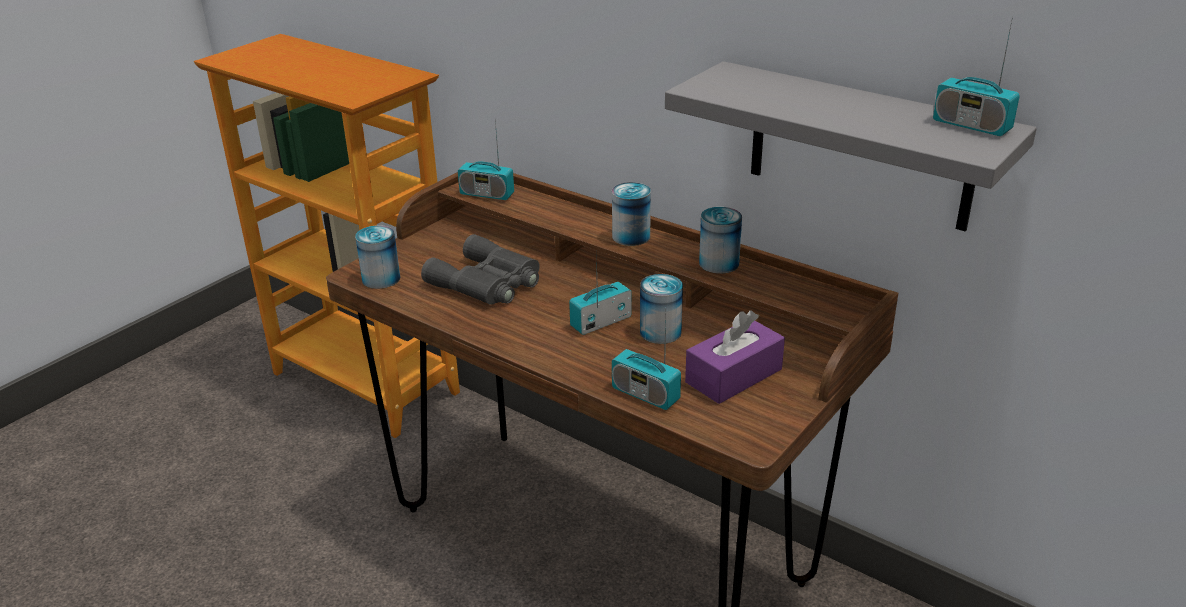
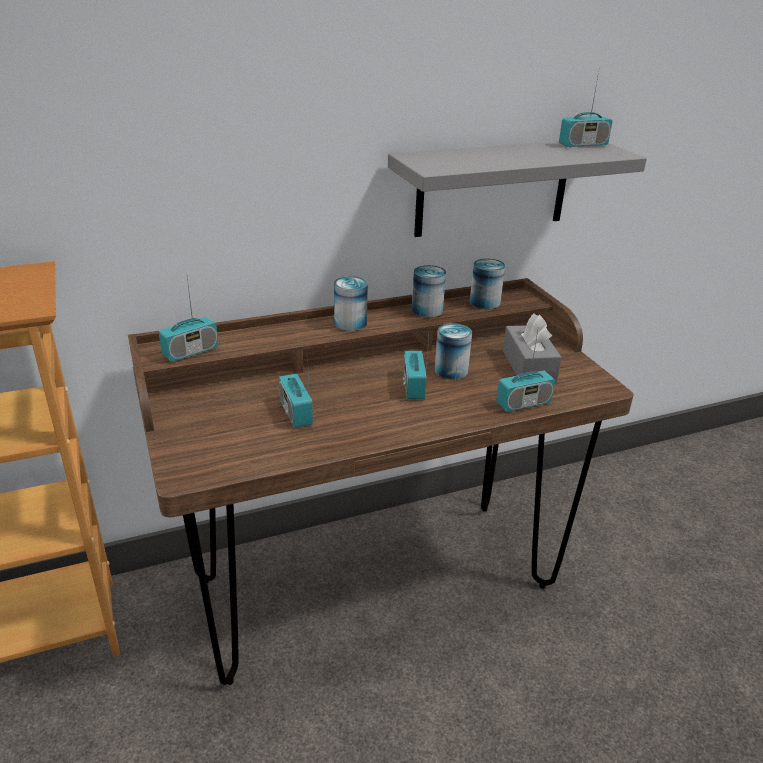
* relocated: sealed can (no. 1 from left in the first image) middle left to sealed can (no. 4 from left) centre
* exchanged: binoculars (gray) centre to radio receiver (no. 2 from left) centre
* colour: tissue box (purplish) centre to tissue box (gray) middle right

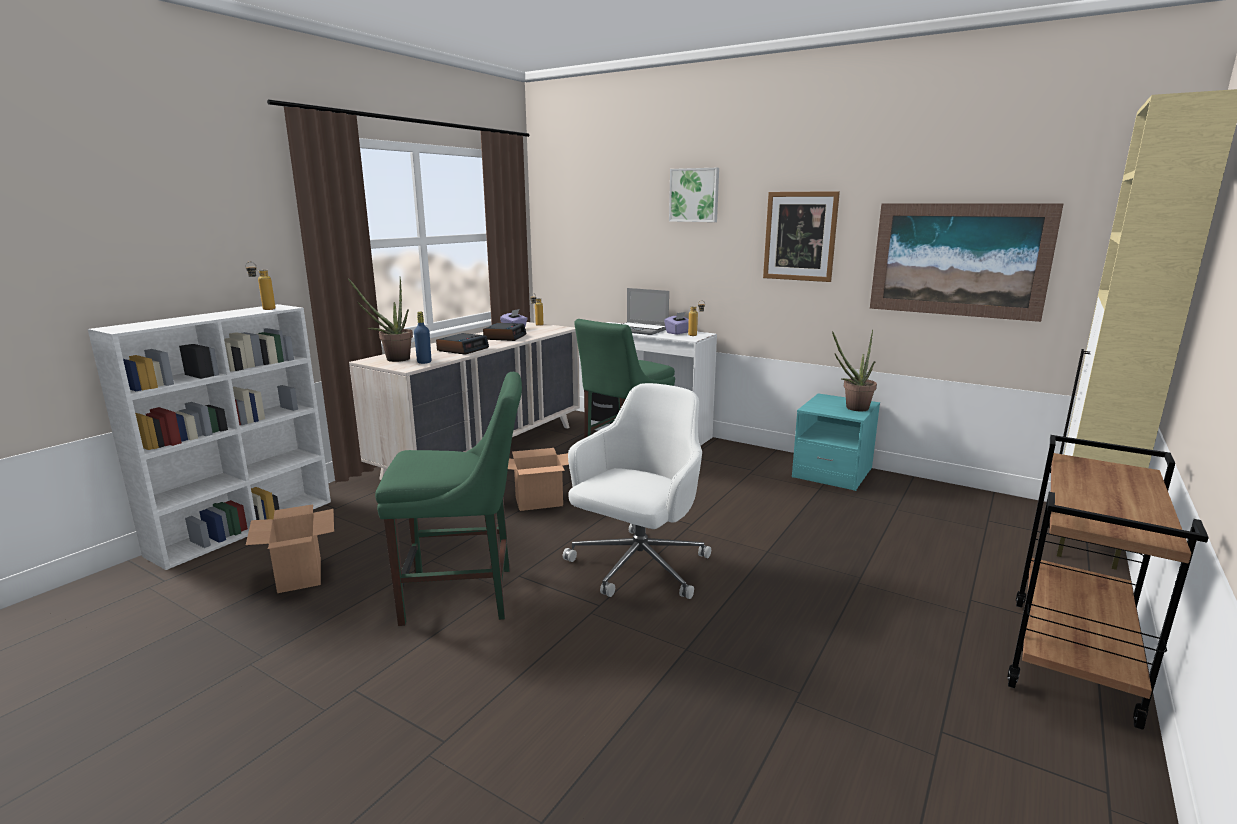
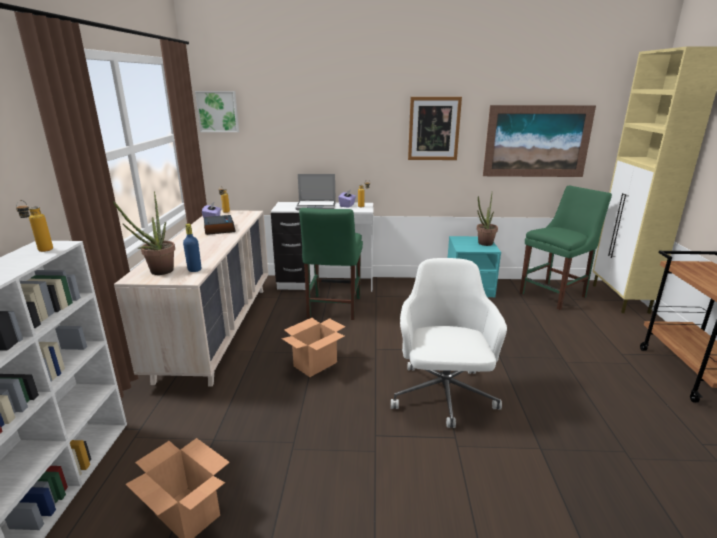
* relocated: wall picture (no. 1 from left) top centre to top left
* missing: table clock (no. 1 from left) centre
* relocated: plain chair (green) (no. 1 from left in the first image) centre to plain chair (green) (no. 2 from left) middle right

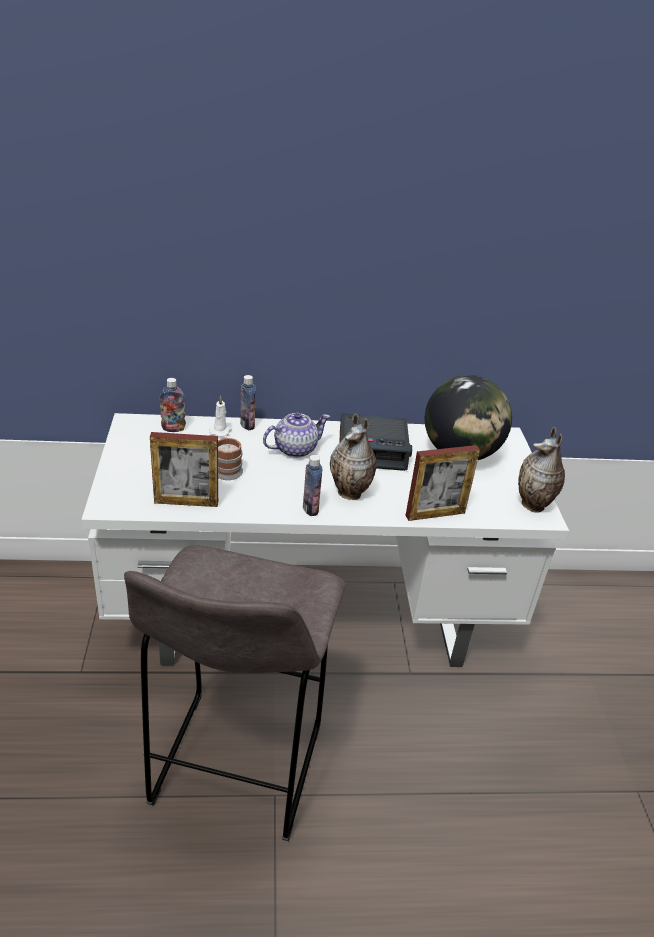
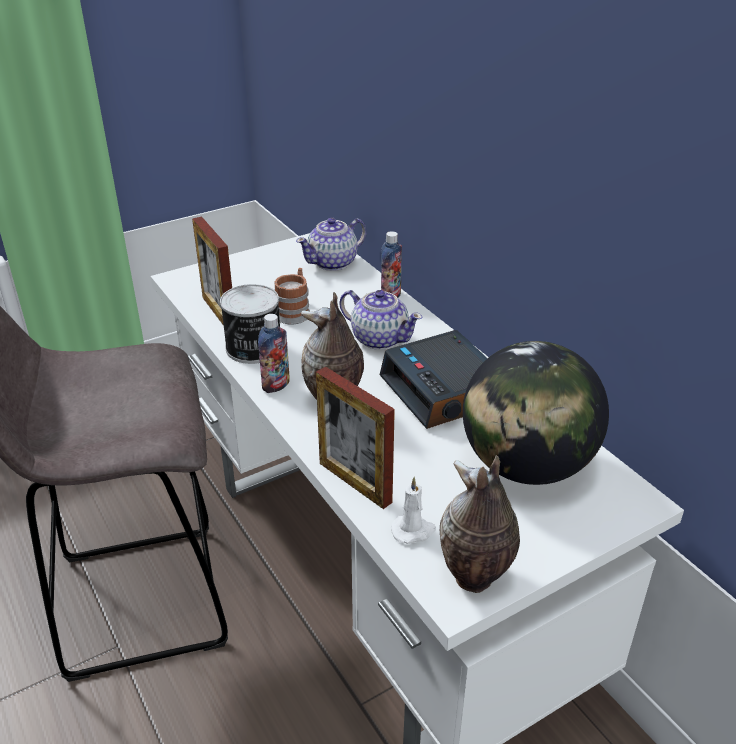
* exchanged: bottle (no. 1 from left) middle left to tea pot (no. 1 from left) top centre
* relocated: wax candle (white-coloured) centre to bottom centre
* appeared: sealed can centre

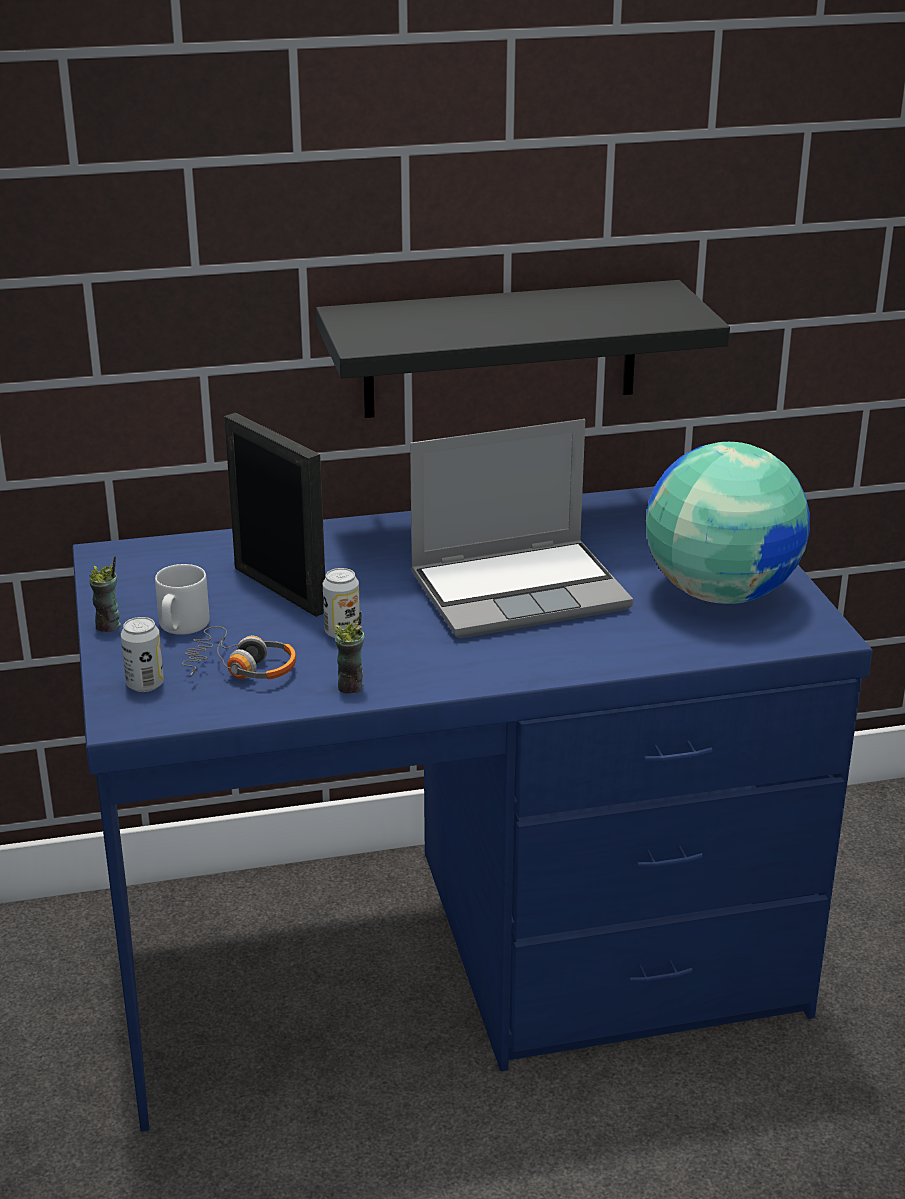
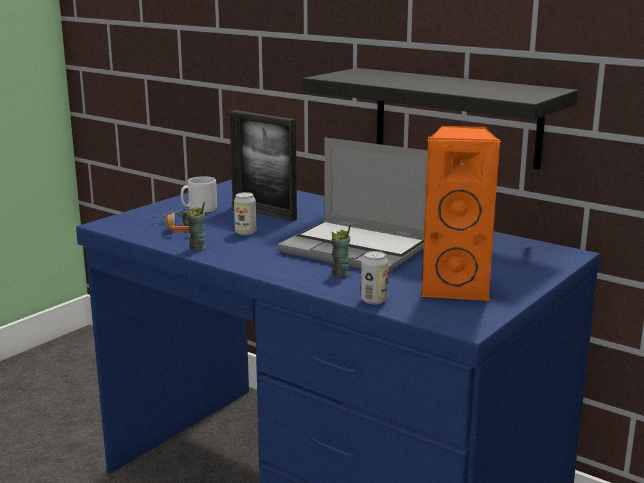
* spun: standing frame middle left = centre 120 degrees clockwise
* exchanged: globe middle right to loudspeaker (orange) middle right
* relocated: small cup (no. 1 from left in the first image) middle left to small cup (no. 2 from left) centre
* relocated: sealed can (no. 1 from left in the first image) middle left to sealed can (no. 2 from left) centre

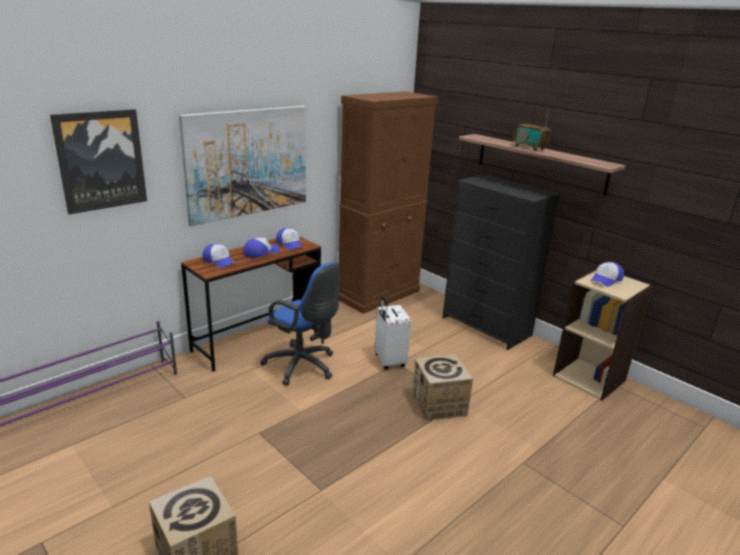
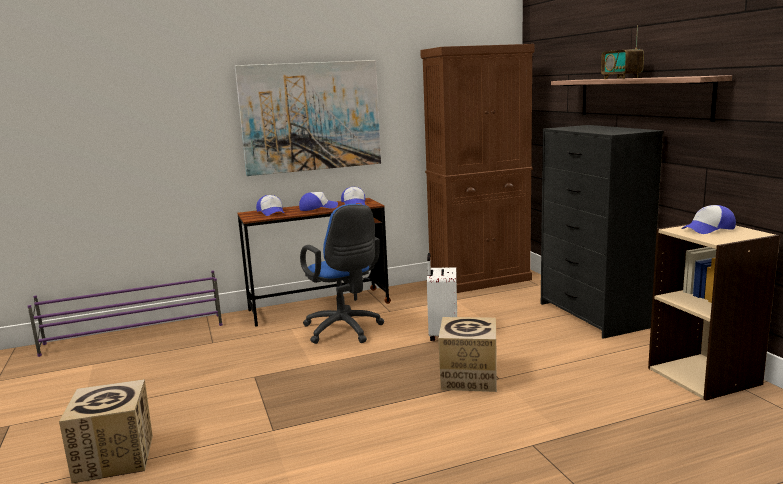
* missing: wall picture (no. 1 from left) top left

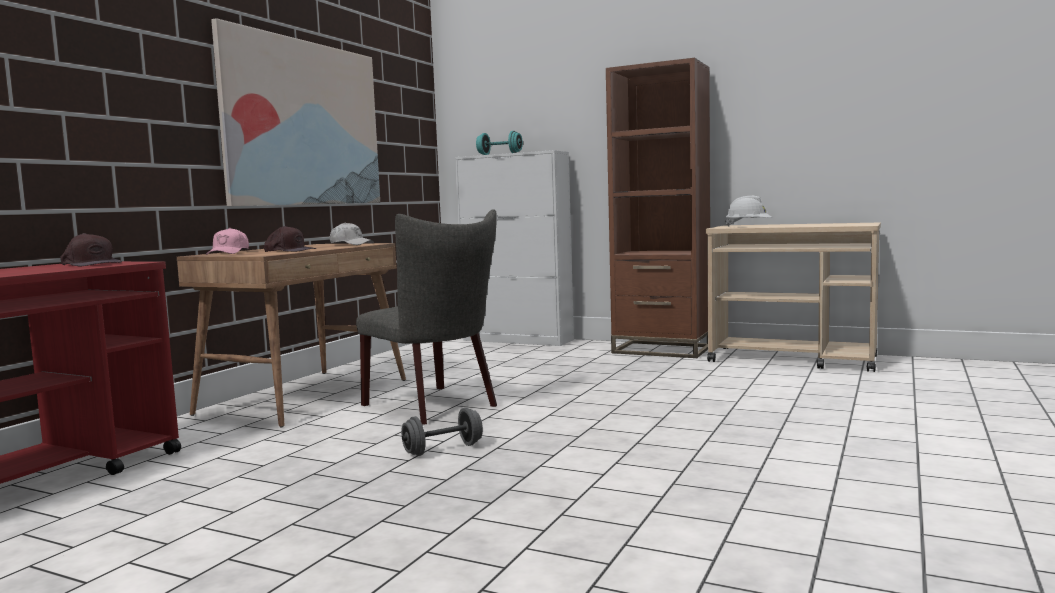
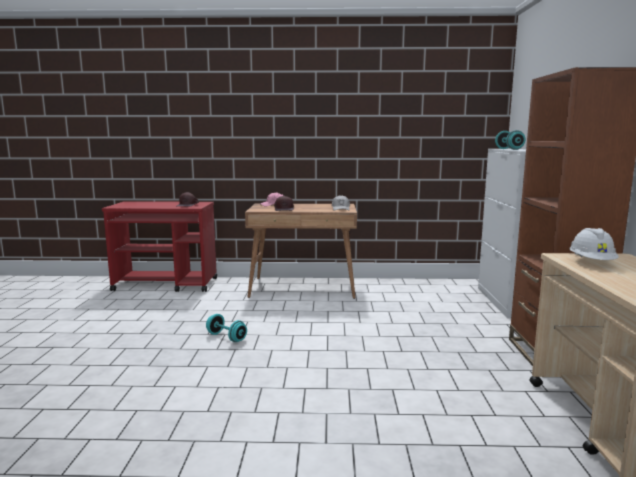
* missing: wall picture top left
* missing: plain chair (gray) centre
* colour: dumbbell (gray) bottom centre to dumbbell (turquoise-coloured) (no. 1 from left) bottom centre

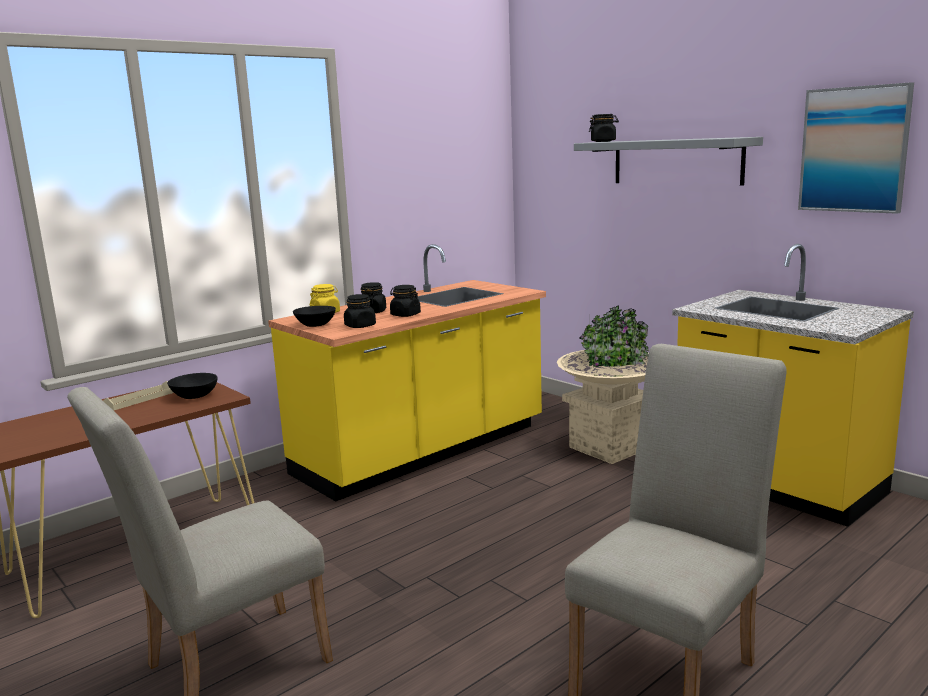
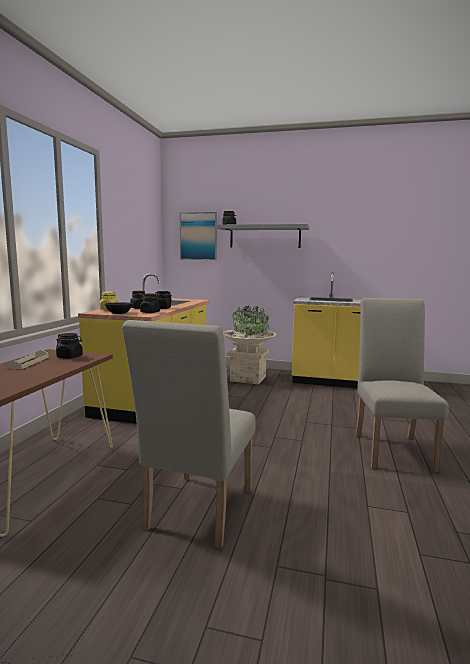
* relocated: wall picture top right to centre
* exchanged: bowl (blackish) (no. 1 from left) middle left to jar (blackish) (no. 1 from left) middle left

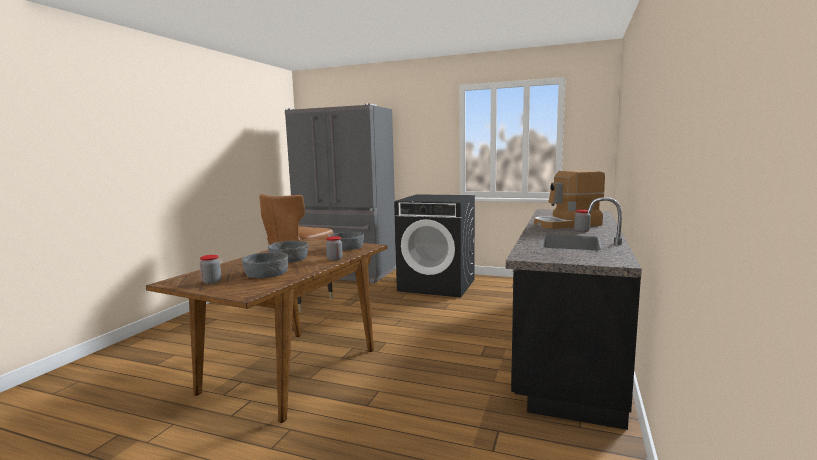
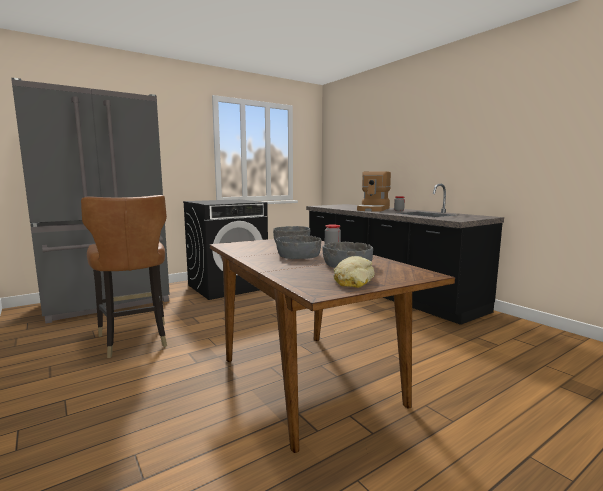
* exchanged: jar (no. 1 from left) middle left to bakery bread centre

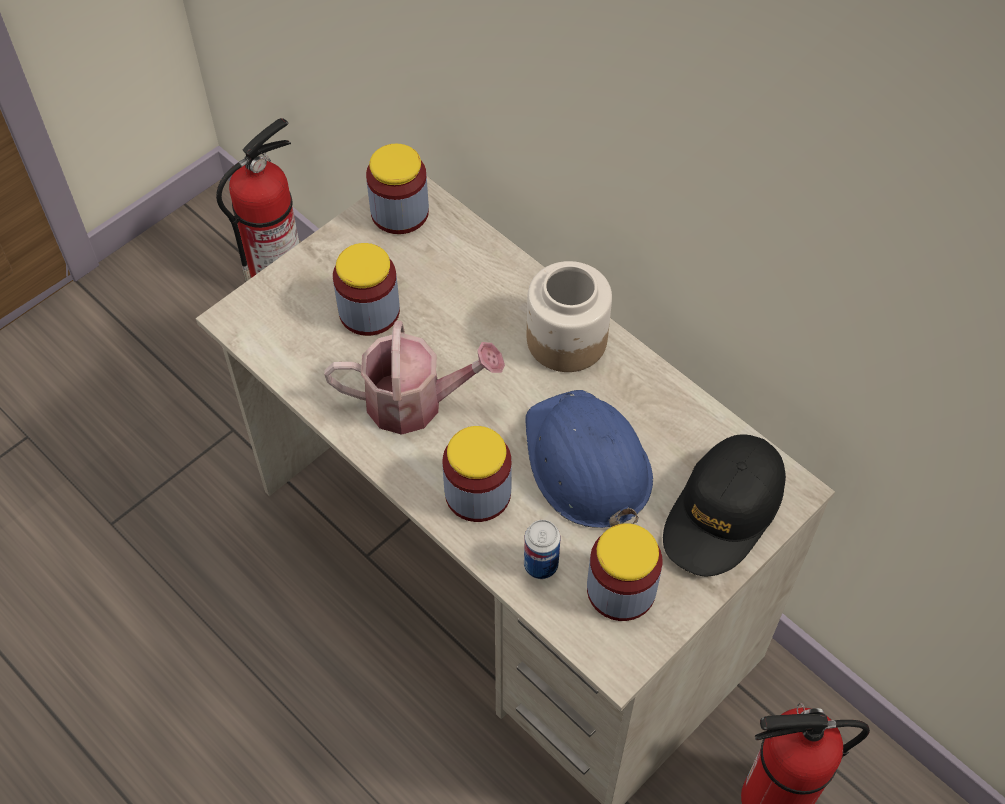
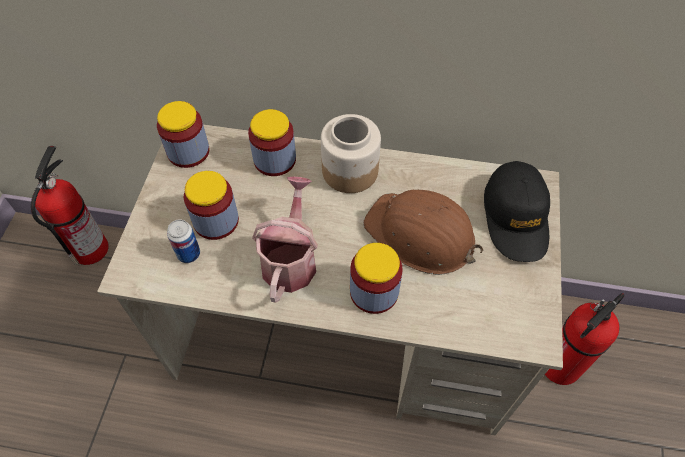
* spun: watering pot centre = centre 45 degrees counterclockwise
* colour: hard hat (blue) centre to hard hat (brown-coloured) centre
* relocated: sealed can bottom centre to middle left
* relocated: jar (no. 5 from left in the first image) bottom centre to jar (no. 3 from left) top centre

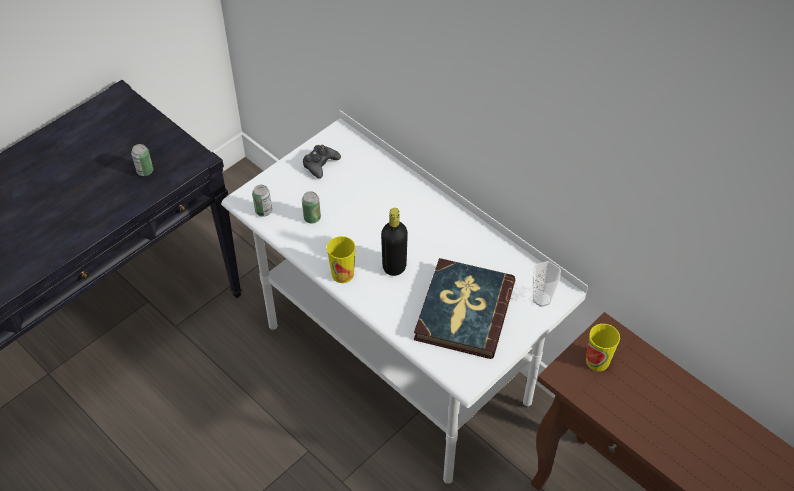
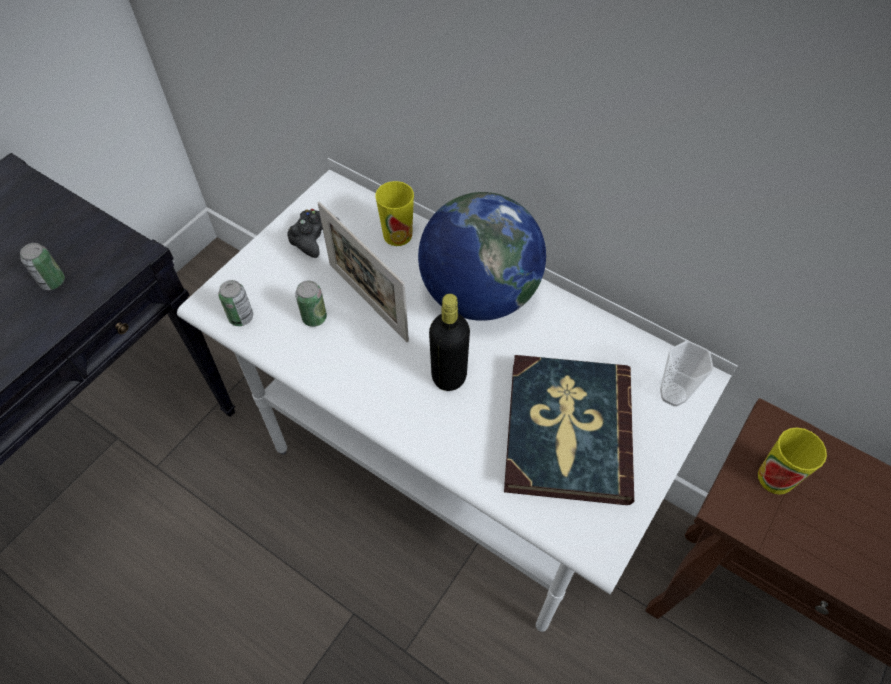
* relocated: small cup (no. 1 from left) centre to top centre
* appeared: globe centre
* appeared: standing frame centre

